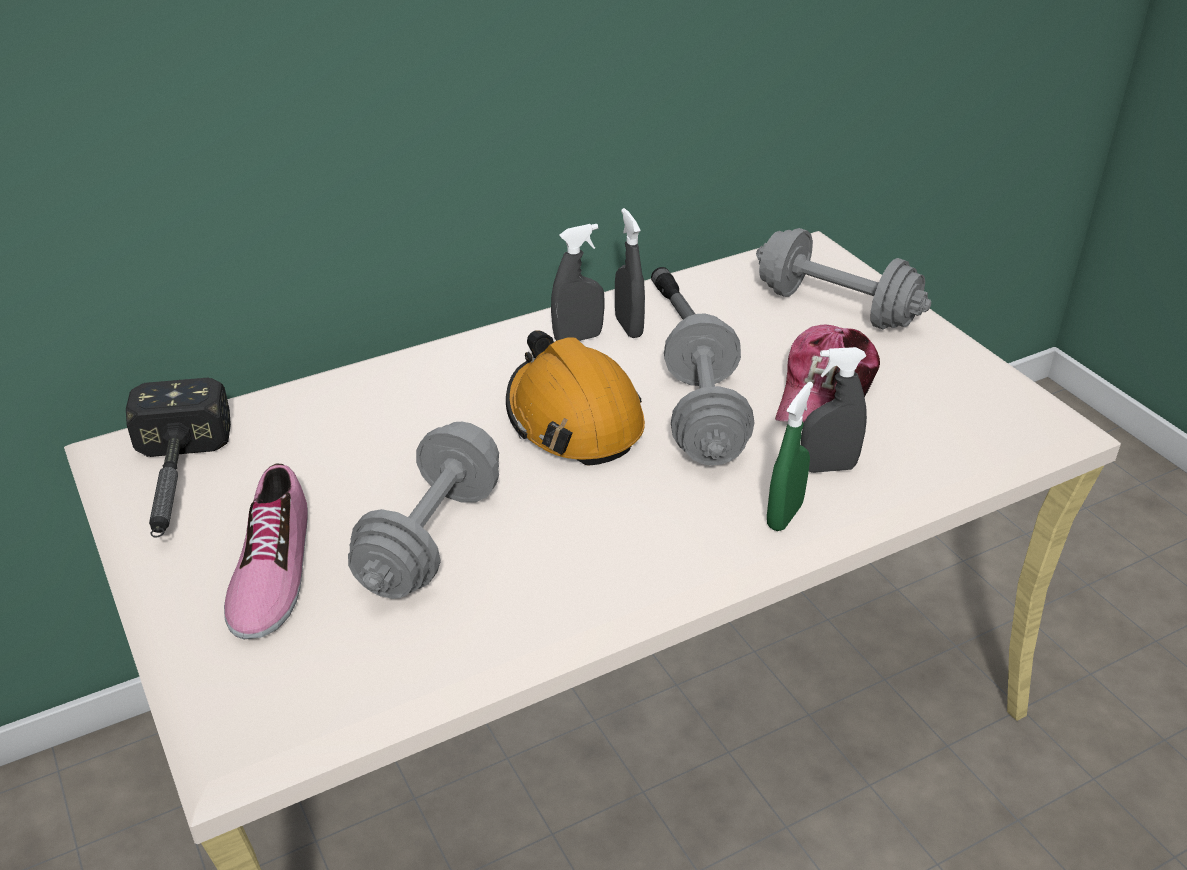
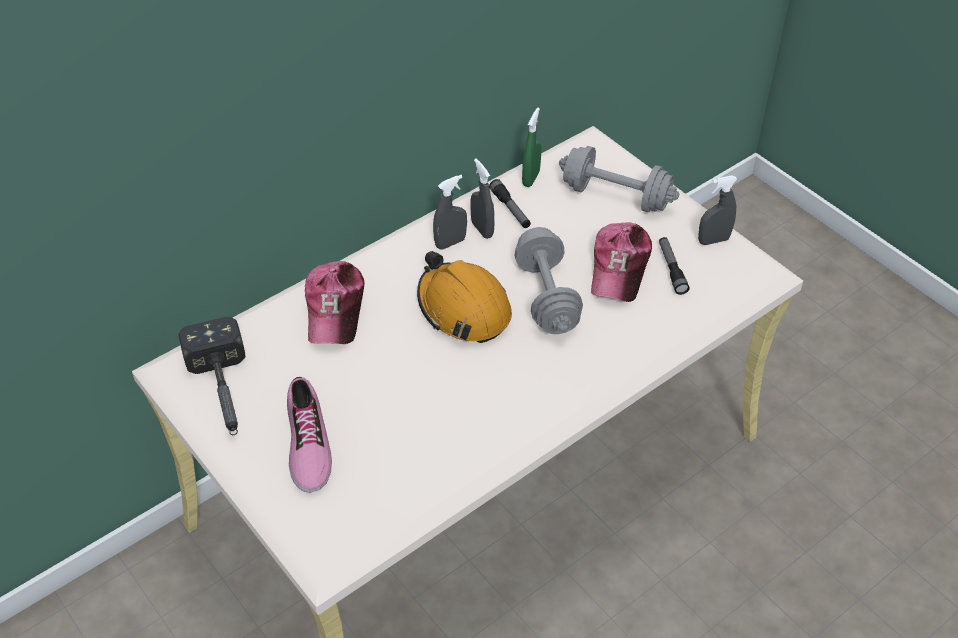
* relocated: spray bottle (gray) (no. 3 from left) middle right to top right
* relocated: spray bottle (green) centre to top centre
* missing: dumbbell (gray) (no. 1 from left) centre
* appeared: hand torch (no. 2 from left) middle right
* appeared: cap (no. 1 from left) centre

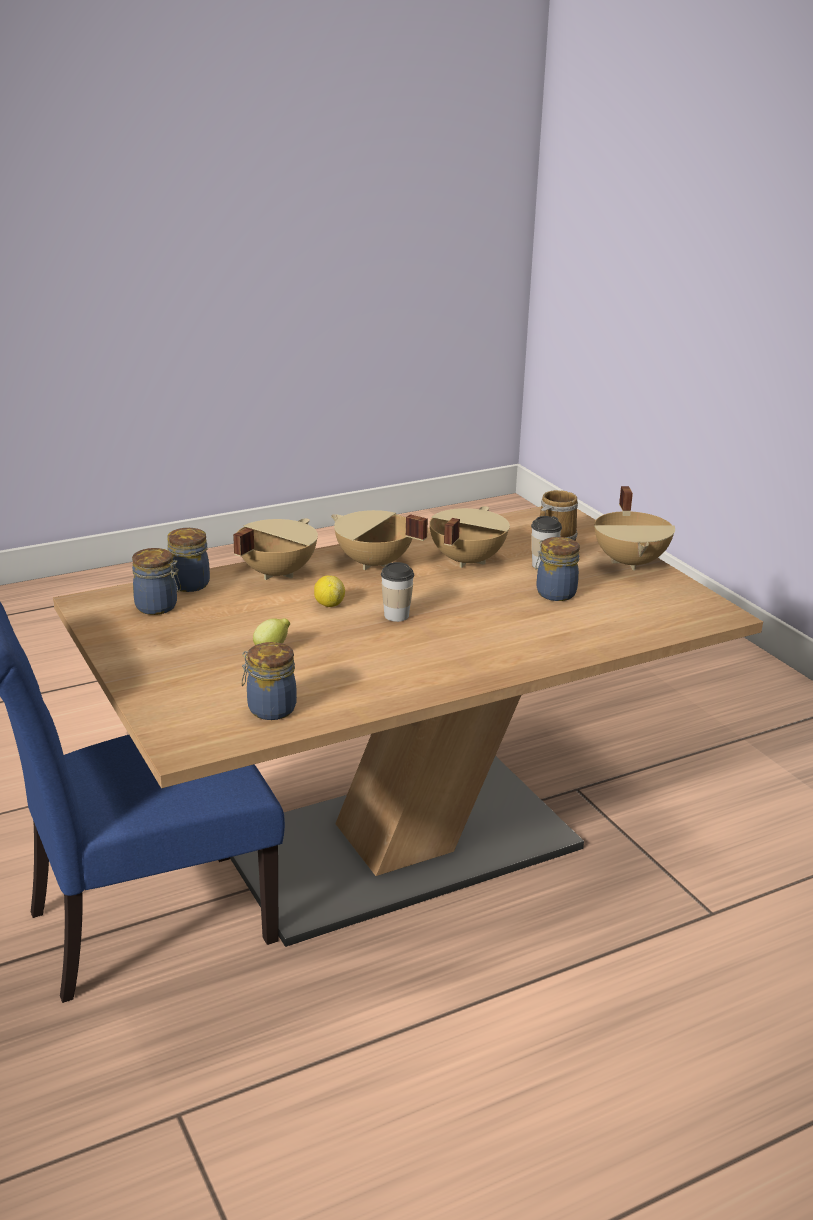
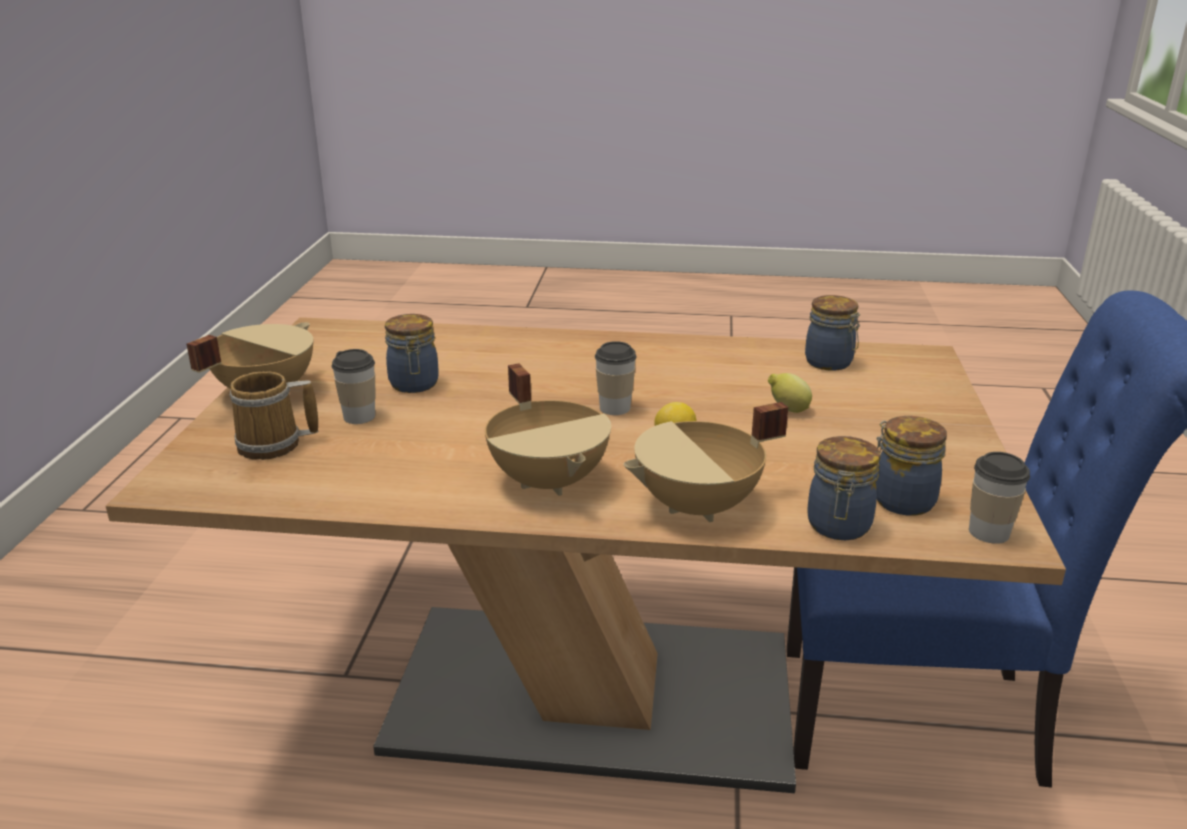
* missing: saucepot (beige) (no. 3 from left) centre
* appeared: small cup (no. 3 from left) middle right

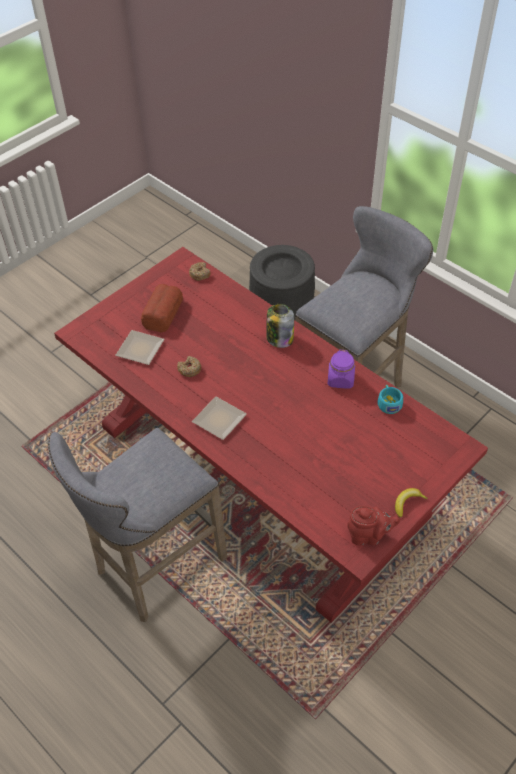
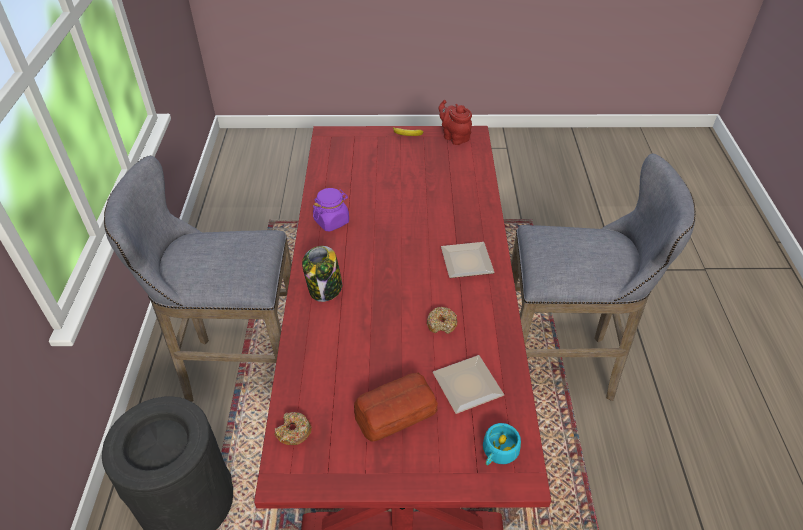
* relocated: small cup (turquoise-coloured) middle right to bottom centre

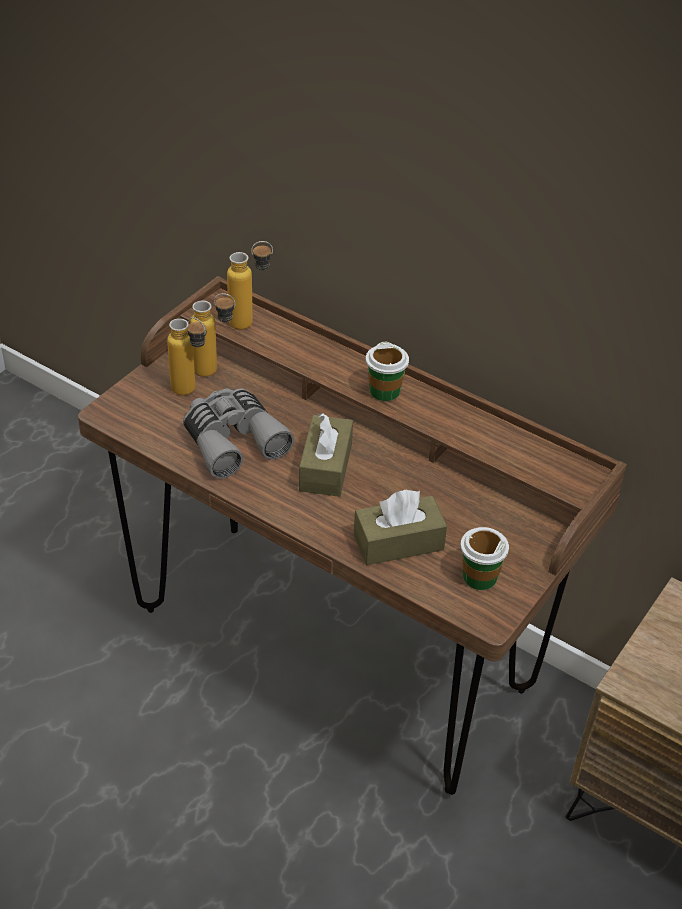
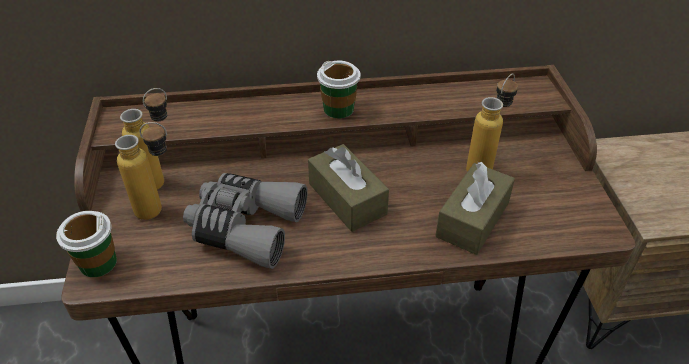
* relocated: bottle (no. 3 from left) top centre to middle right
* relocated: small cup (no. 2 from left in the first image) middle right to small cup (no. 1 from left) bottom left

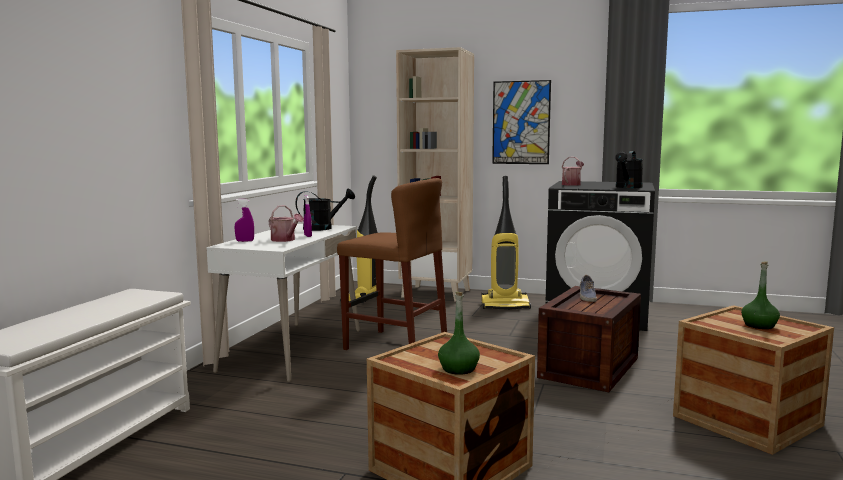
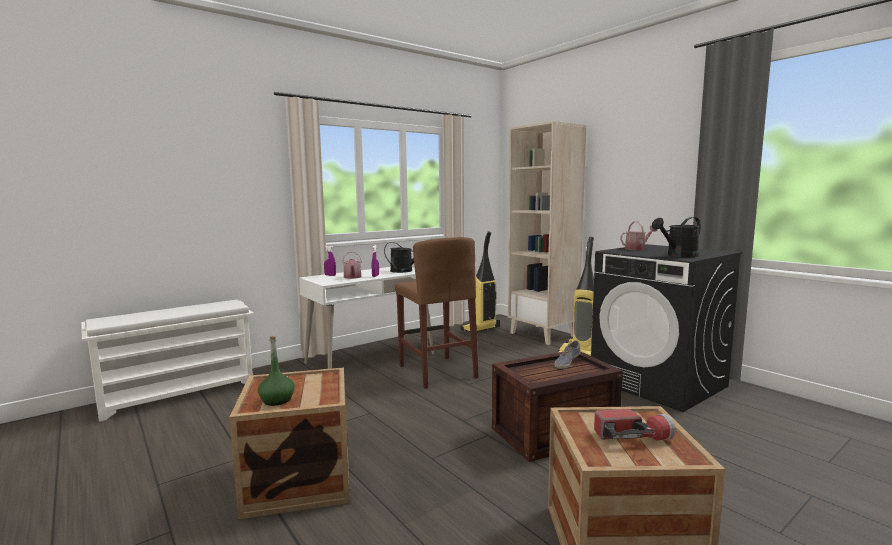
* missing: wall picture top centre
* exchanged: bottle (green) (no. 2 from left) middle right to hand torch bottom right

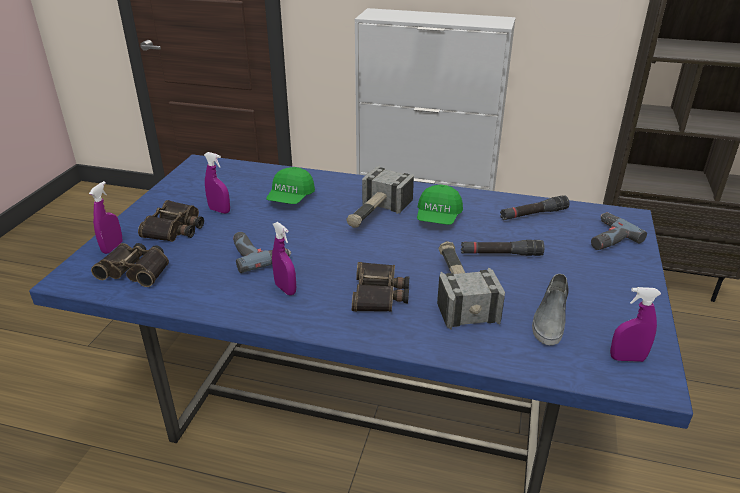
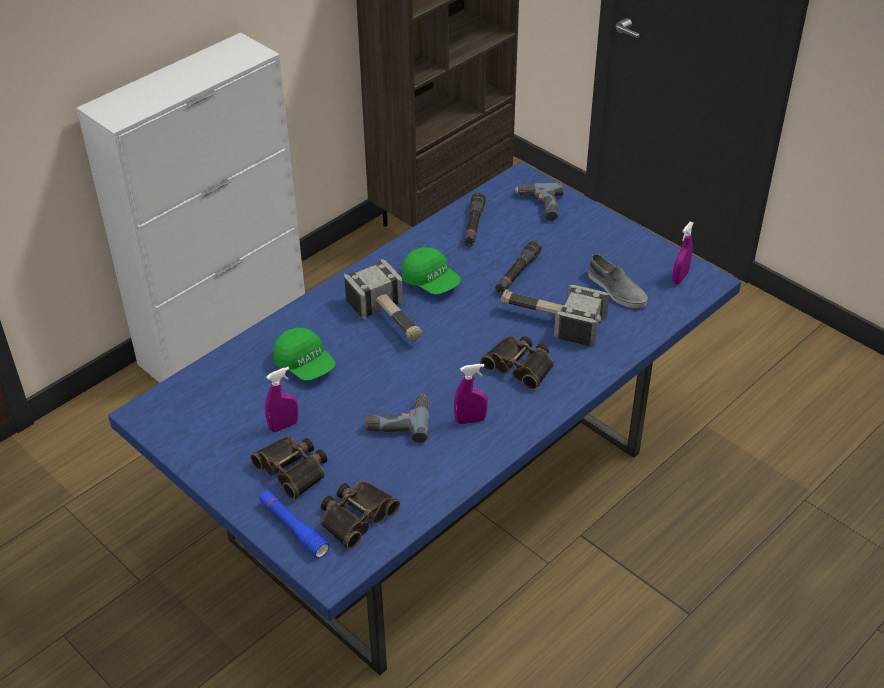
* exchanged: spray bottle (purplish) (no. 1 from left) middle left to hand torch (blue) bottom left

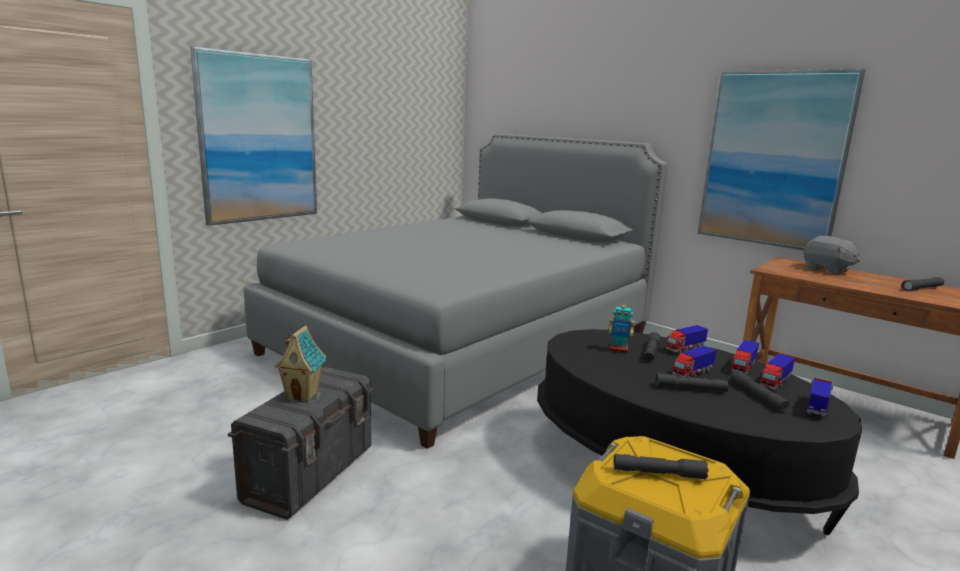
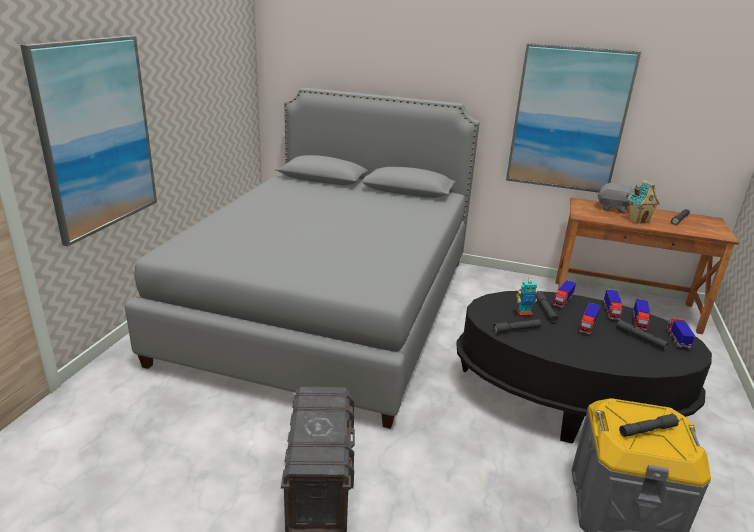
* relocated: miniature house middle left to middle right
* relocated: hand torch (gray) (no. 3 from left in the first image) bottom right to hand torch (gray) (no. 1 from left) middle right

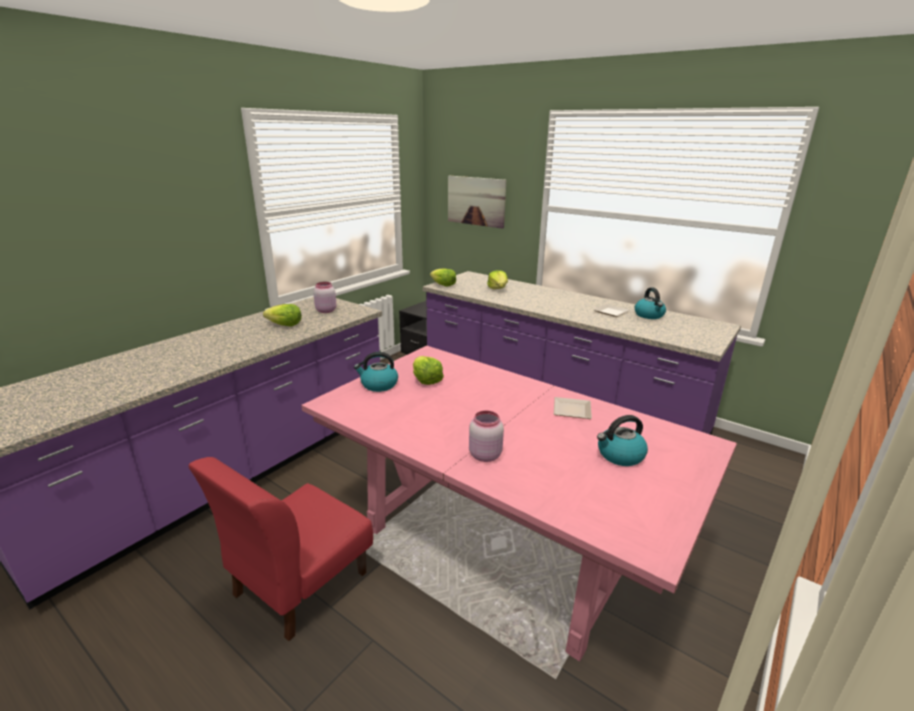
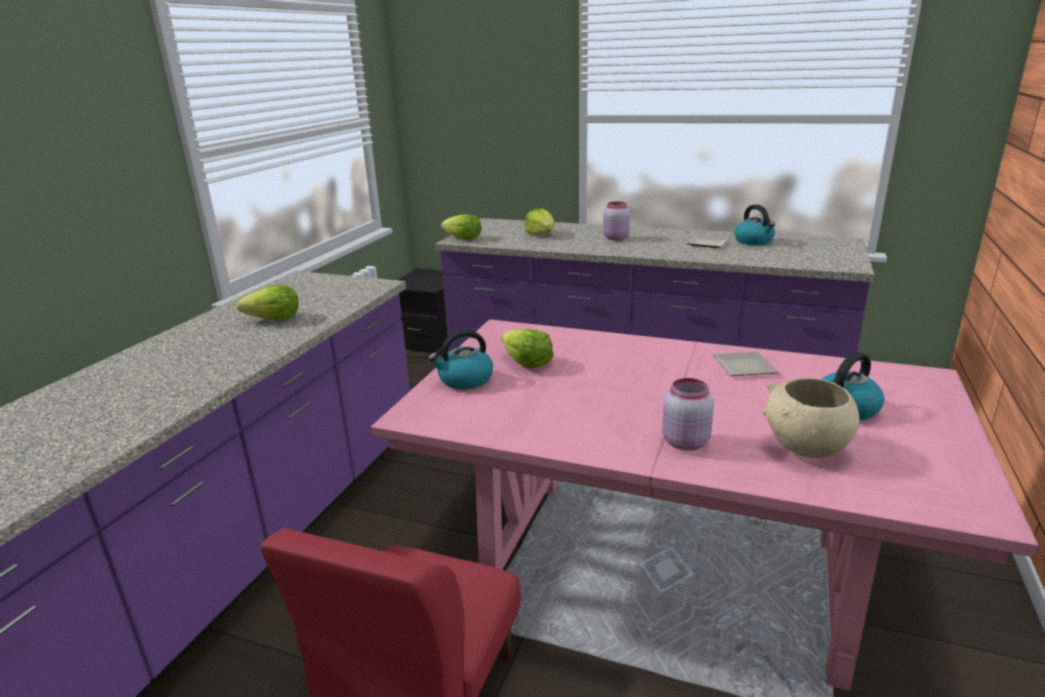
* missing: wall picture top centre
* relocated: jar (pink-coloured) (no. 1 from left) centre to top centre
* appeared: bowl (beige) middle right

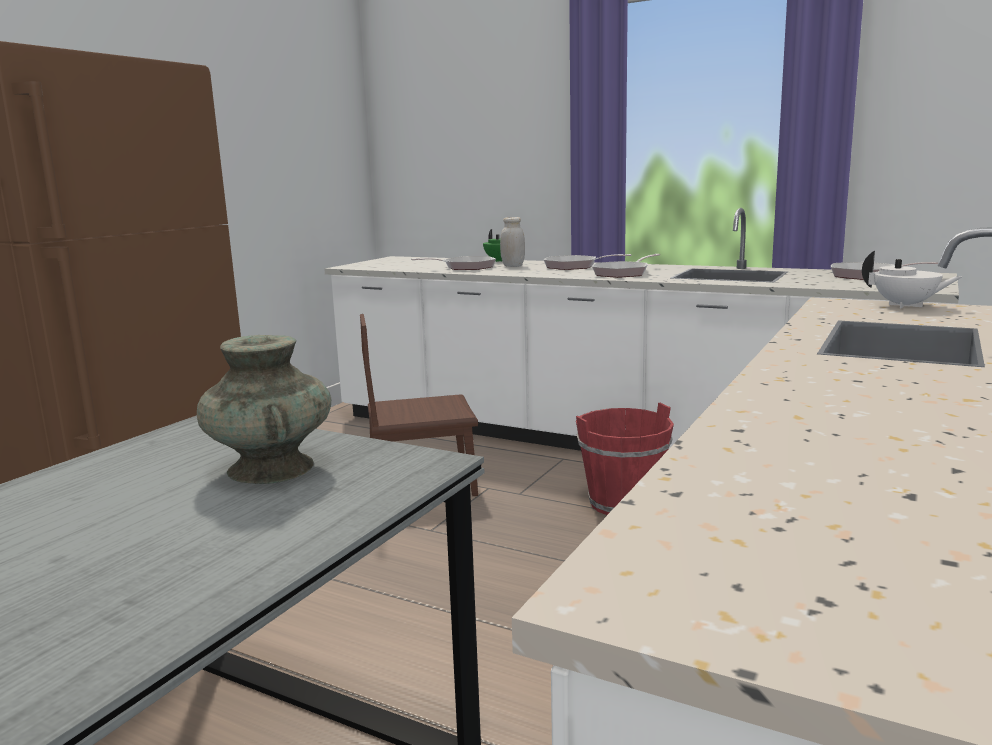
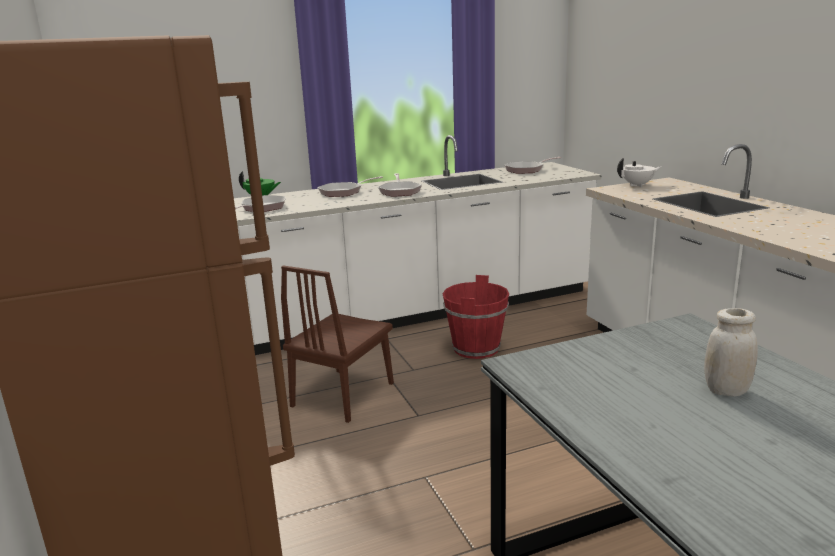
* relocated: jar (white-coloured) top centre to middle right
* missing: decorative vase (turquoise-coloured) middle left

